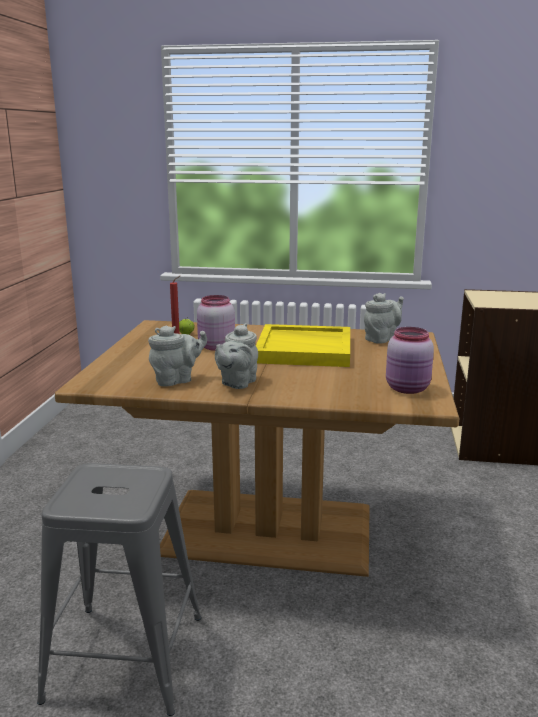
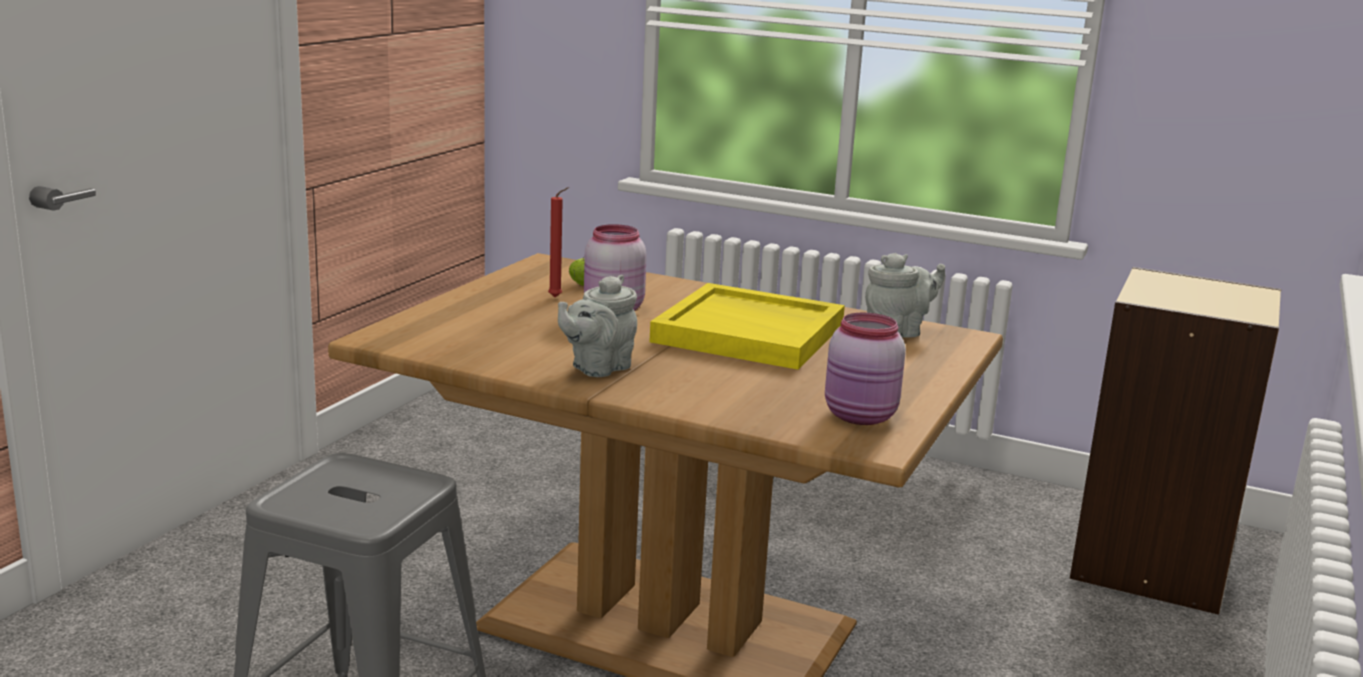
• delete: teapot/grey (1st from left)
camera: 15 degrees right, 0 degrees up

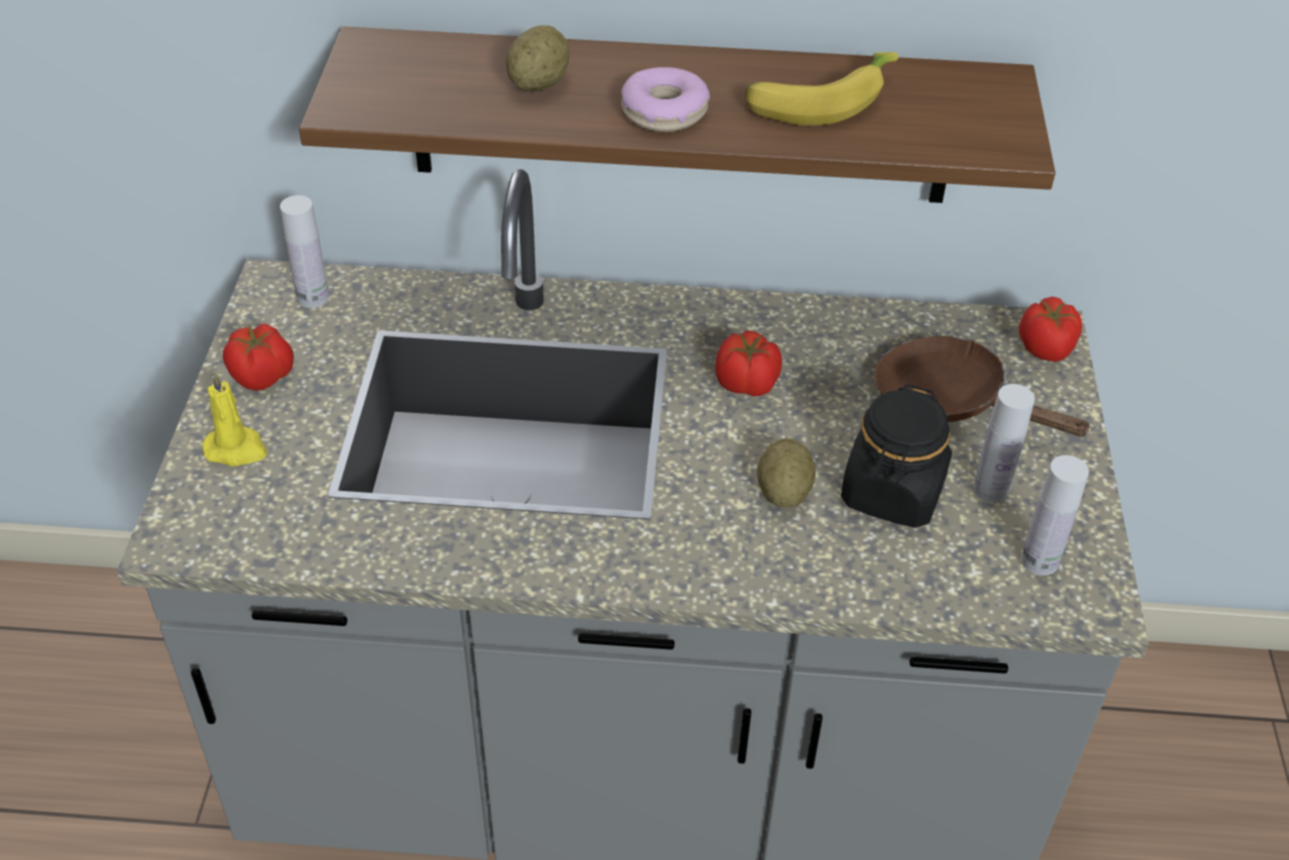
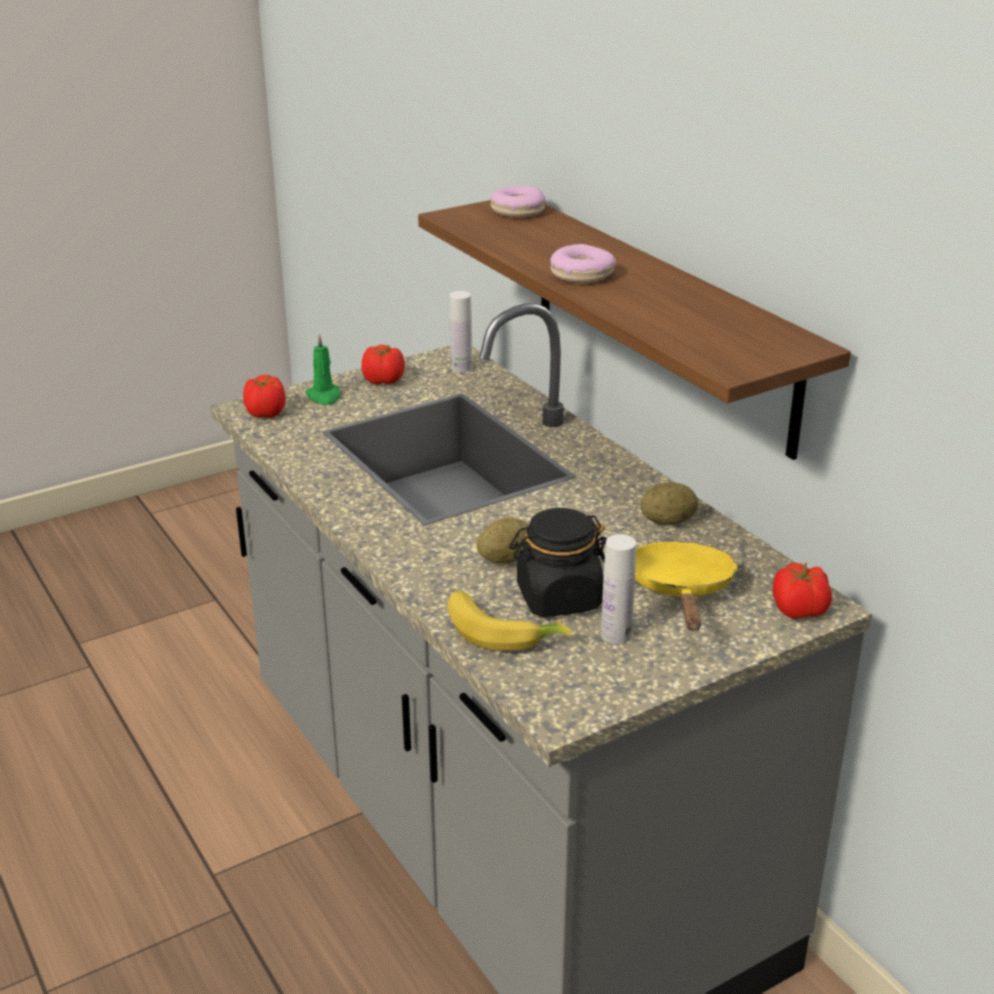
• move: tomato (2nd from left in the first image) to tomato (1st from left)
• recolor: candle/yellow to candle/green
• move: banana
• insert: donut (1st from left)
• recolor: frying pan/brown to frying pan/yellow
• move: potato (1st from left in the first image) to potato (2nd from left)
• delete: bottle/white (3rd from left)
camera: 55 degrees right, 15 degrees down

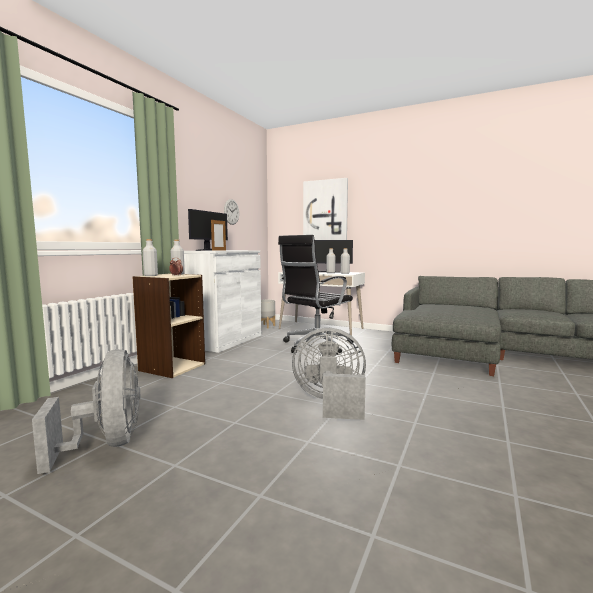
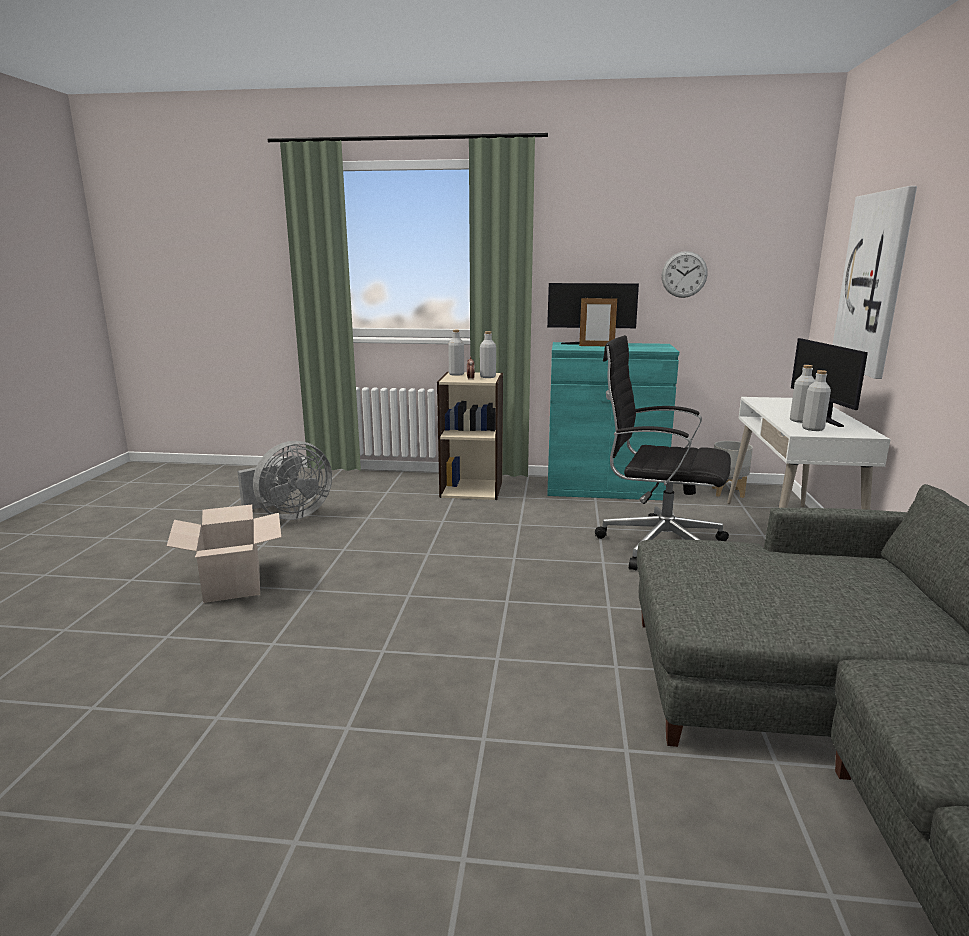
• insert: cardboard box
• recolor: cabinet/white to cabinet/turquoise
• delete: fan/grey (2nd from left)
camera: 70 degrees right, 10 degrees up

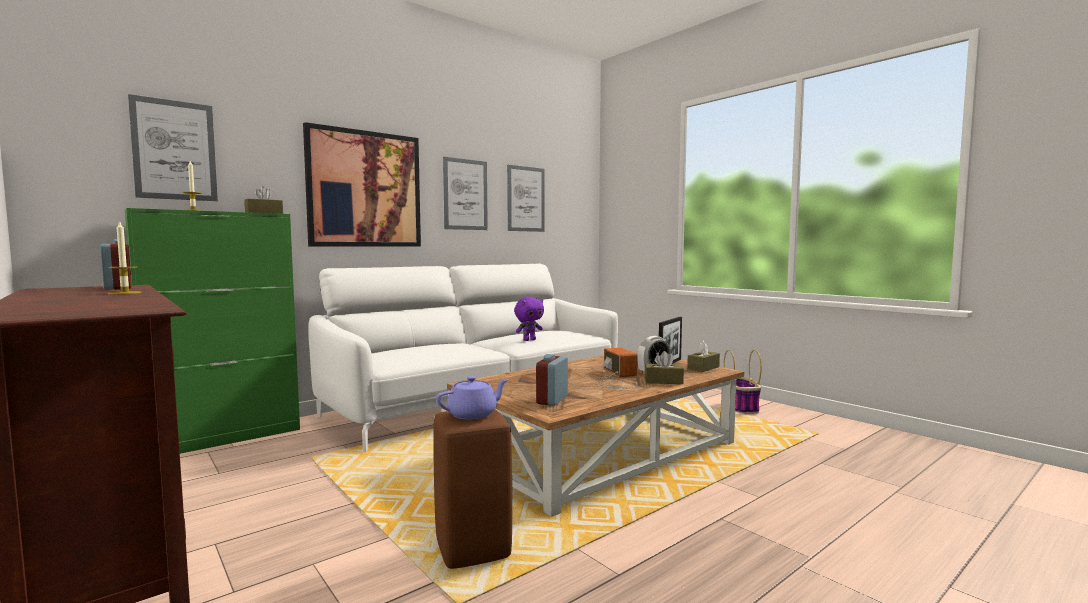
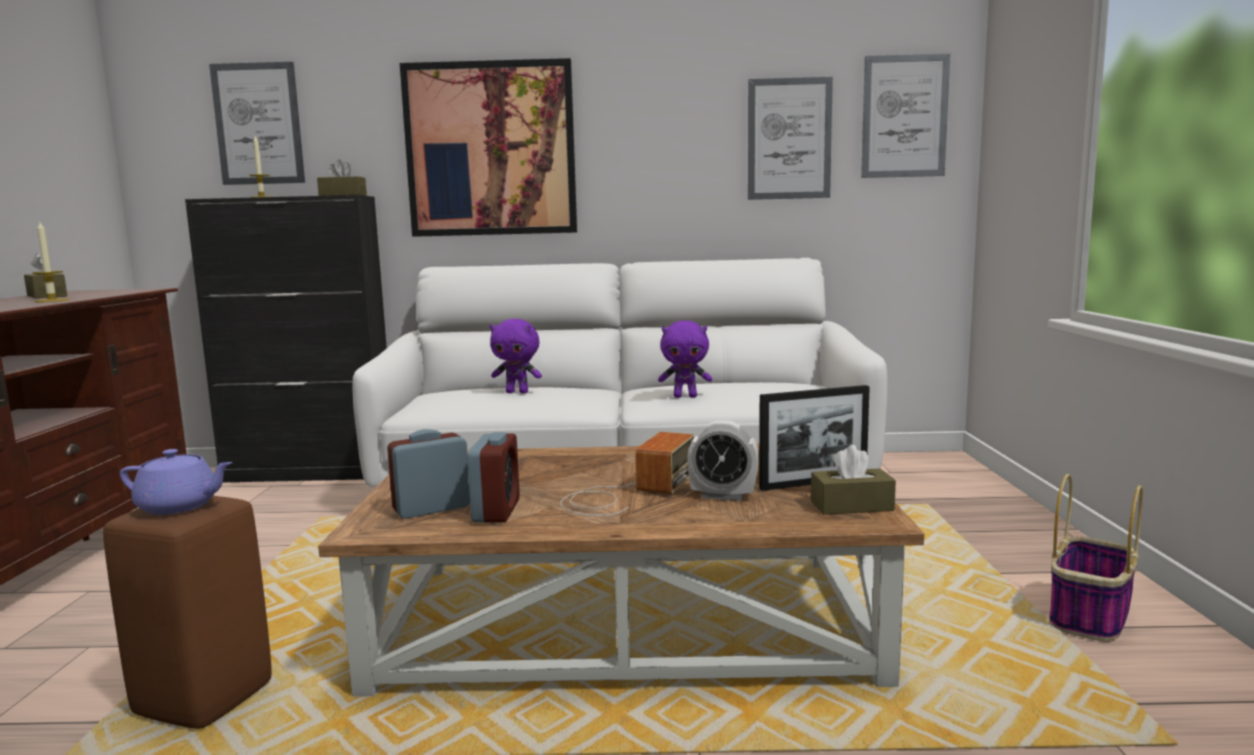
• move: tissue box/brown (2nd from left in the first image) to tissue box/brown (1st from left)
• recolor: cabinet/green to cabinet/black
• move: alarm clock (1st from left in the first image) to alarm clock (2nd from left)
• insert: plush toy/purple (1st from left)
• move: picture (3rd from left in the first image) to picture (4th from left)
camera: 40 degrees right, 5 degrees up

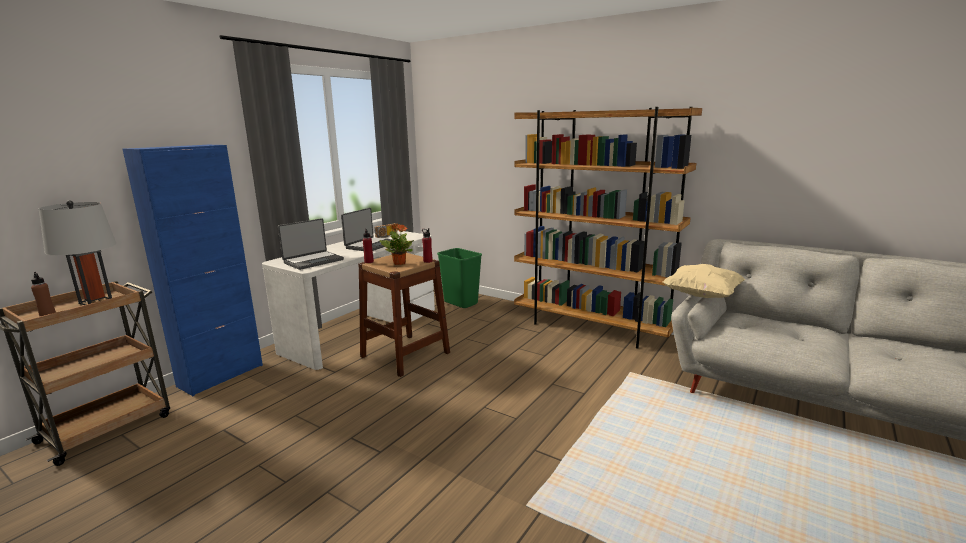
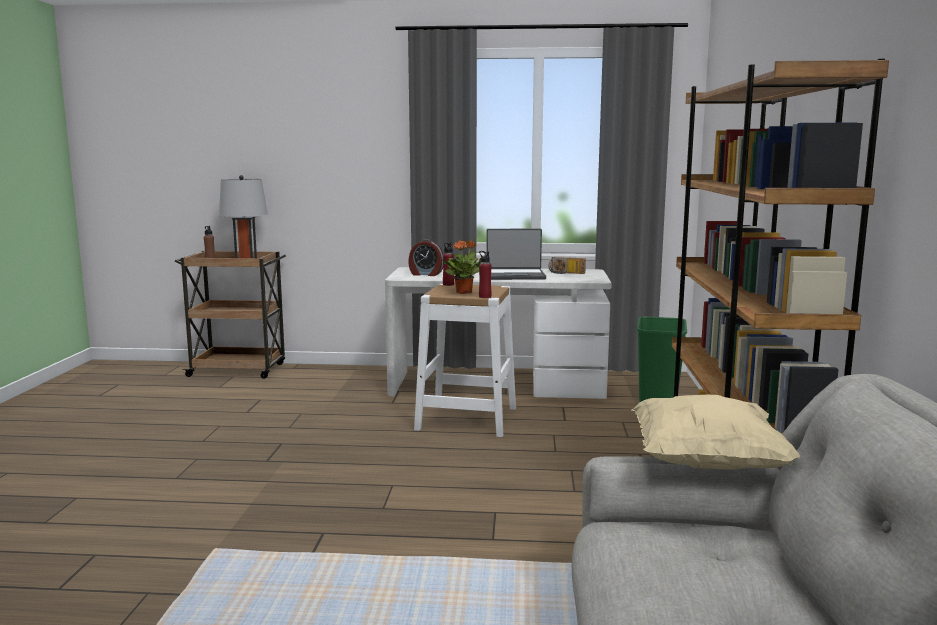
• replace: laptop (1st from left) to alarm clock
• recolor: stool/brown to stool/white
• delete: cabinet/blue
camera: 60 degrees right, 5 degrees down

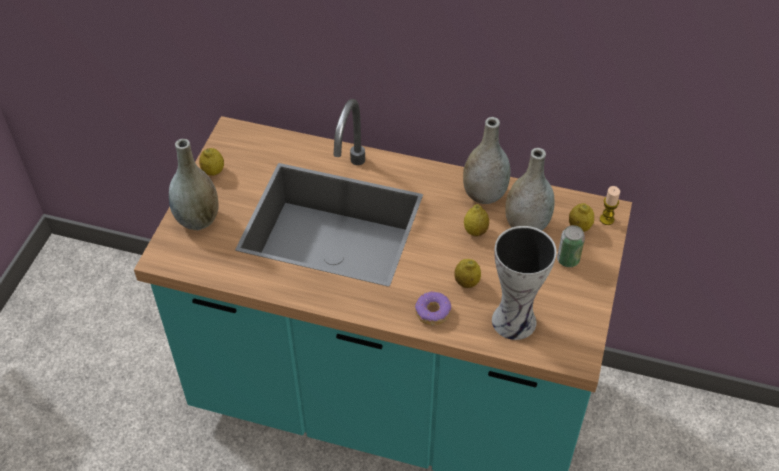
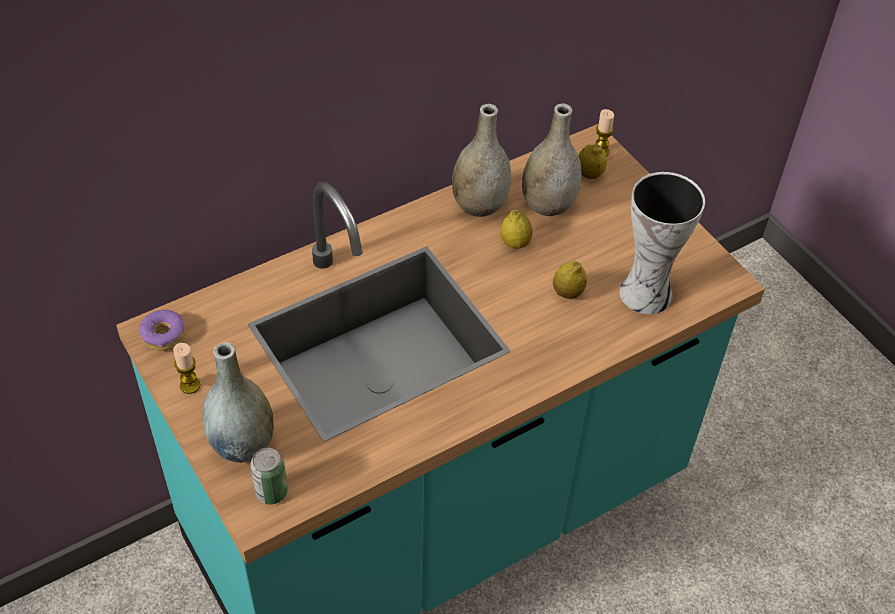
• move: donut
• replace: lemon (1st from left) to candle (1st from left)
• move: can
camera: 50 degrees left, 0 degrees up

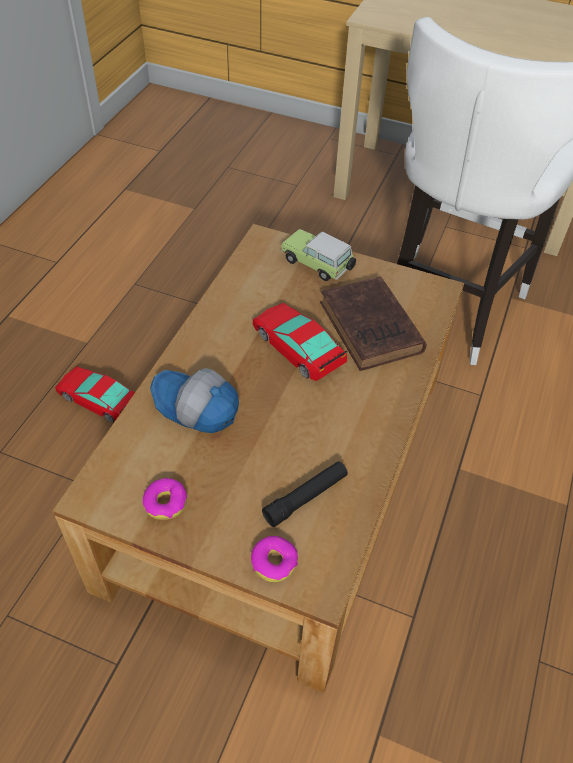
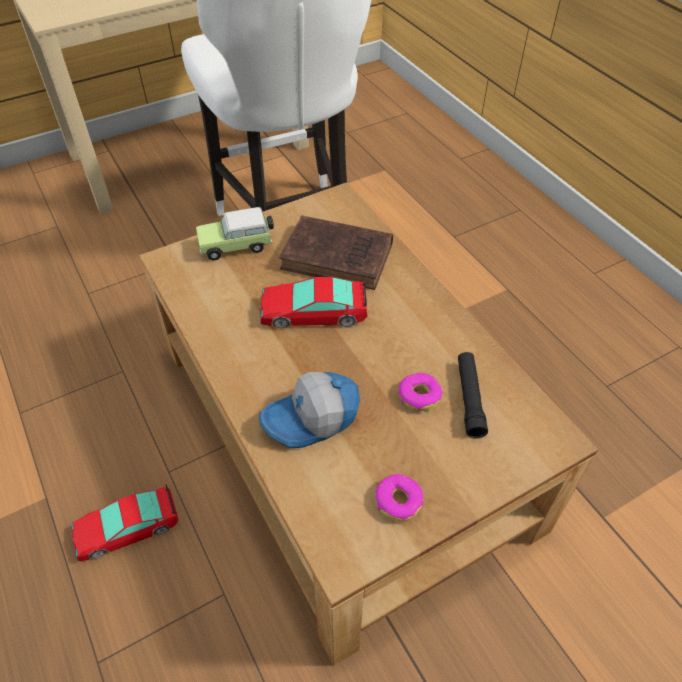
• move: donut (2nd from left)
camera: 50 degrees left, 0 degrees up

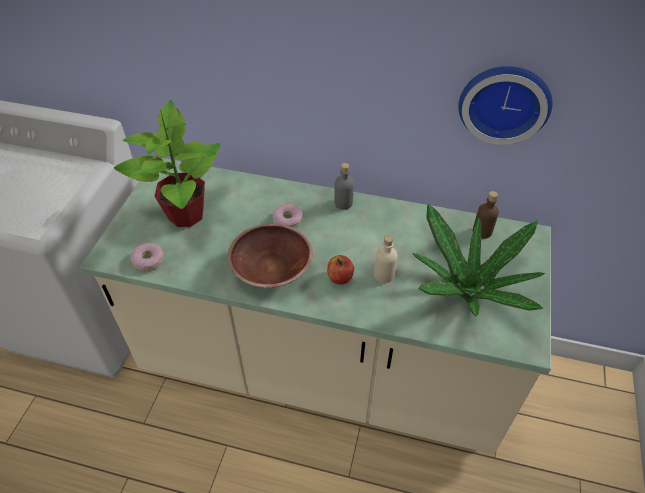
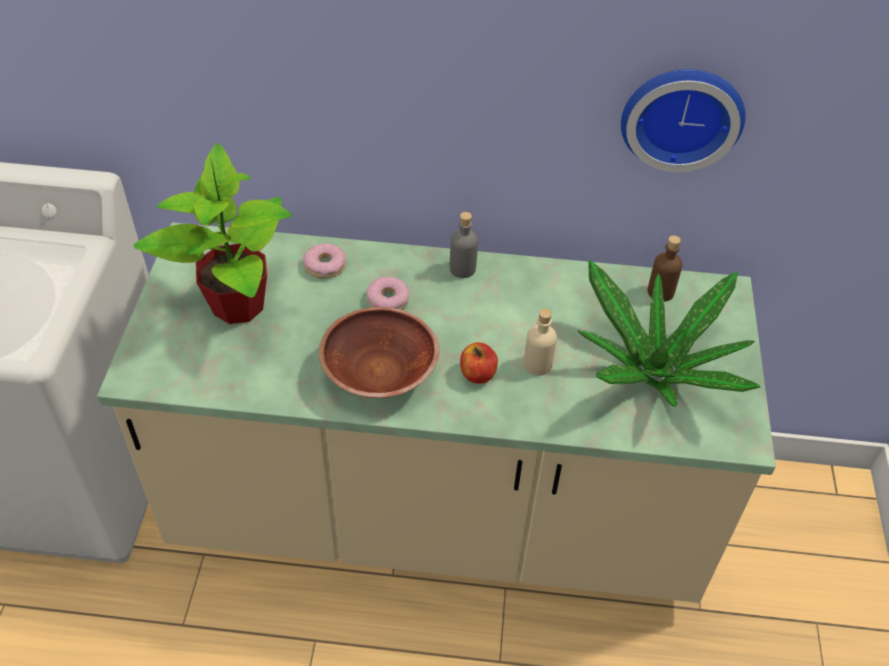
• move: donut (1st from left)
camera: 10 degrees left, 0 degrees up

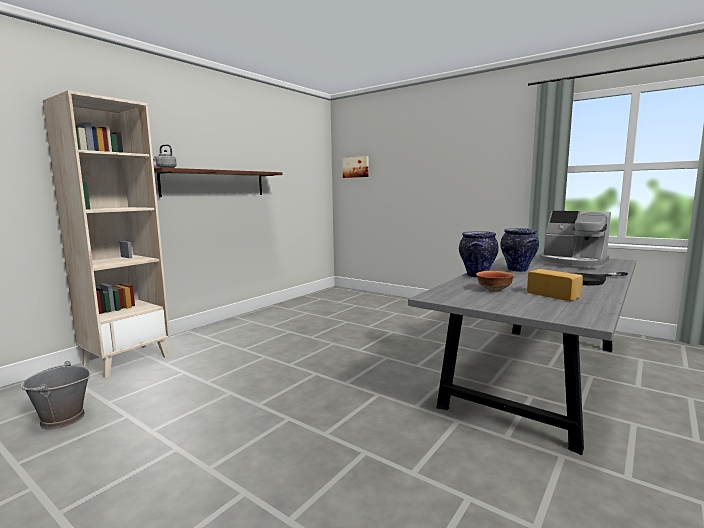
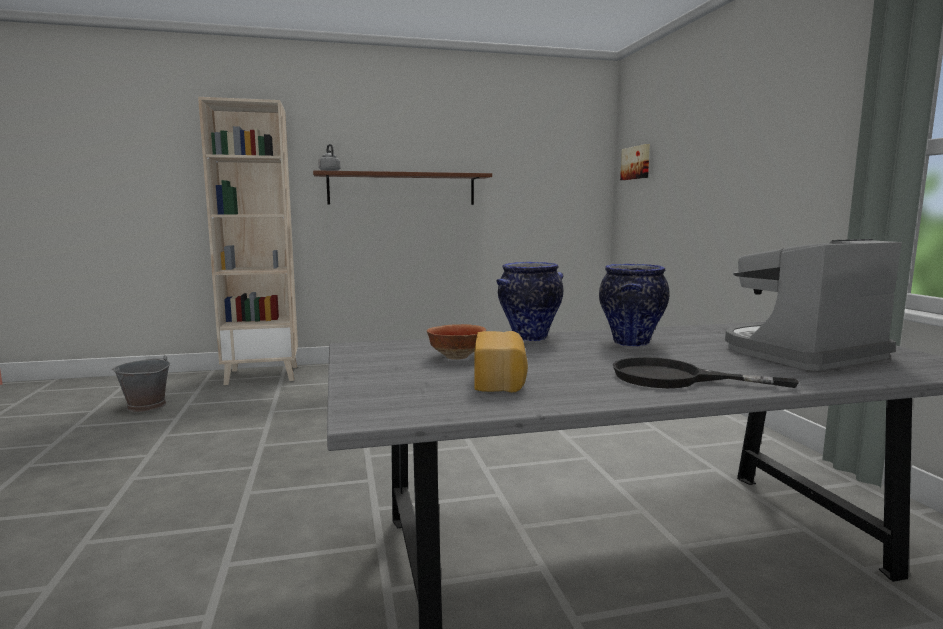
• rotate: coffee machine 75 degrees clockwise
camera: 40 degrees right, 0 degrees up

